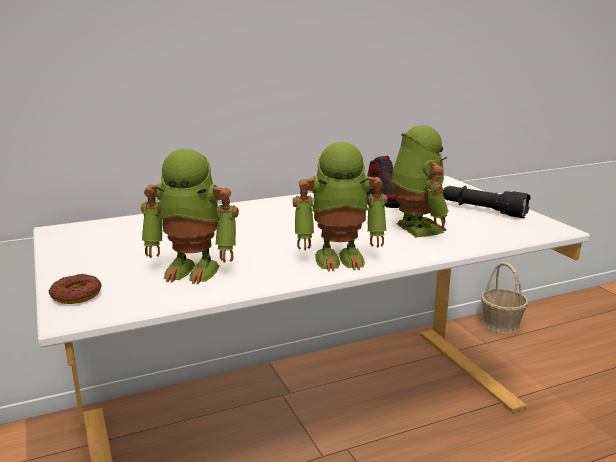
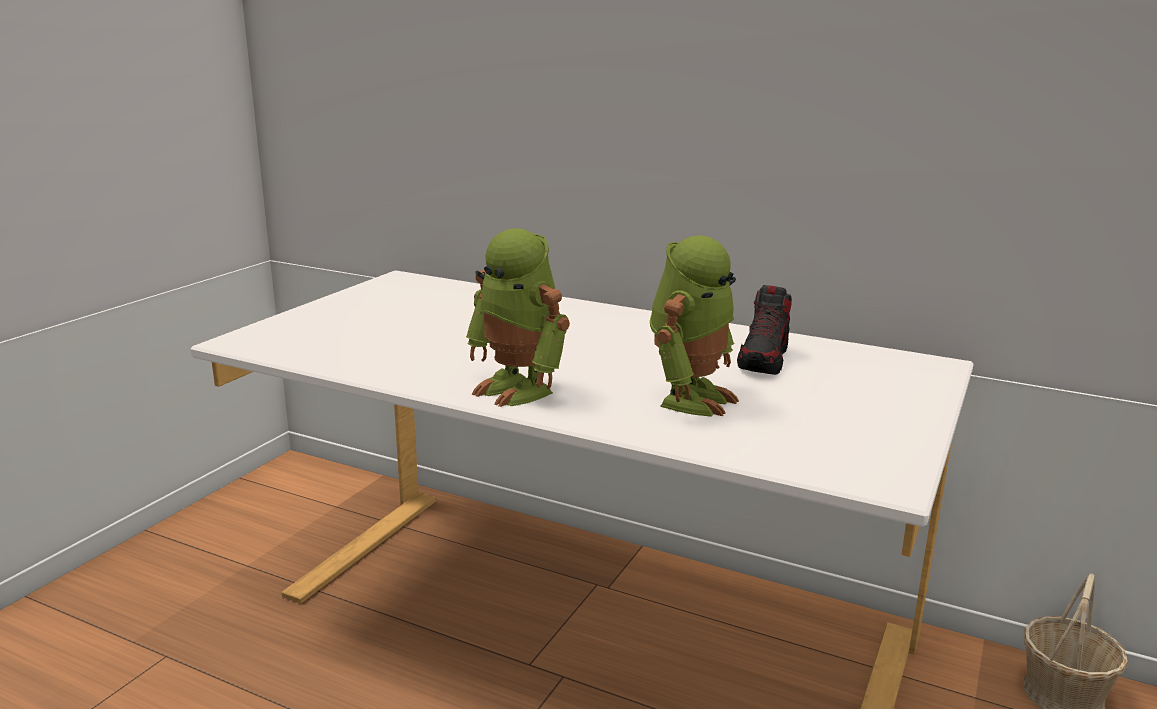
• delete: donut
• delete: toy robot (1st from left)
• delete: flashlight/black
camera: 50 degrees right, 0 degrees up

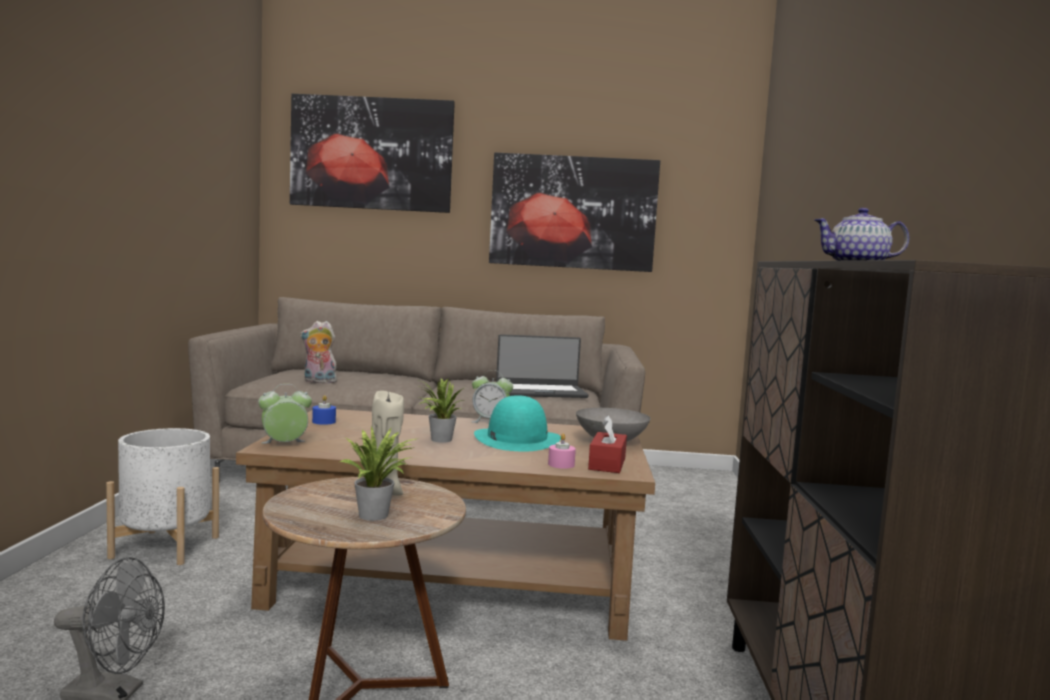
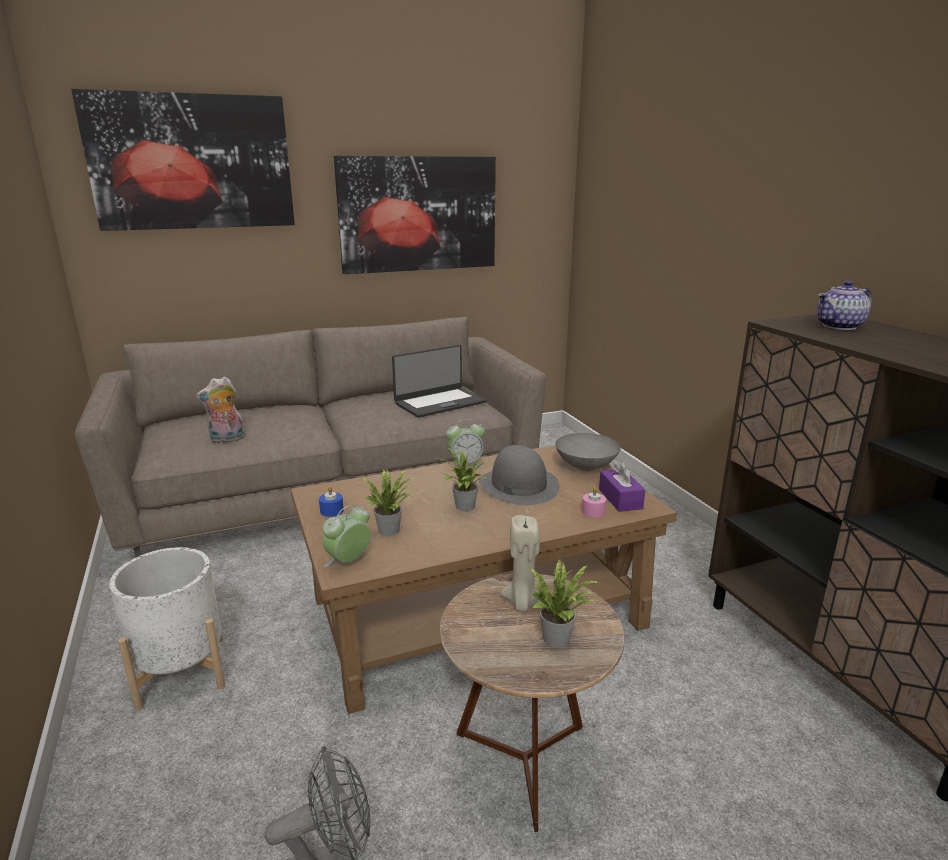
• insert: potted plant (1st from left)
• recolor: hat/turquoise to hat/grey
• recolor: tissue box/red to tissue box/purple
camera: 25 degrees left, 15 degrees up

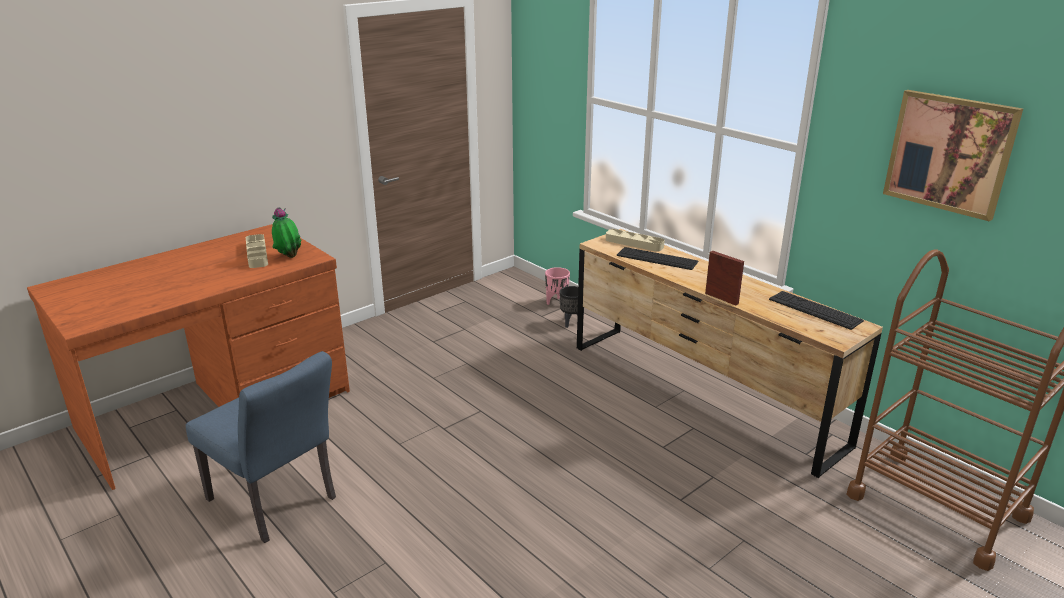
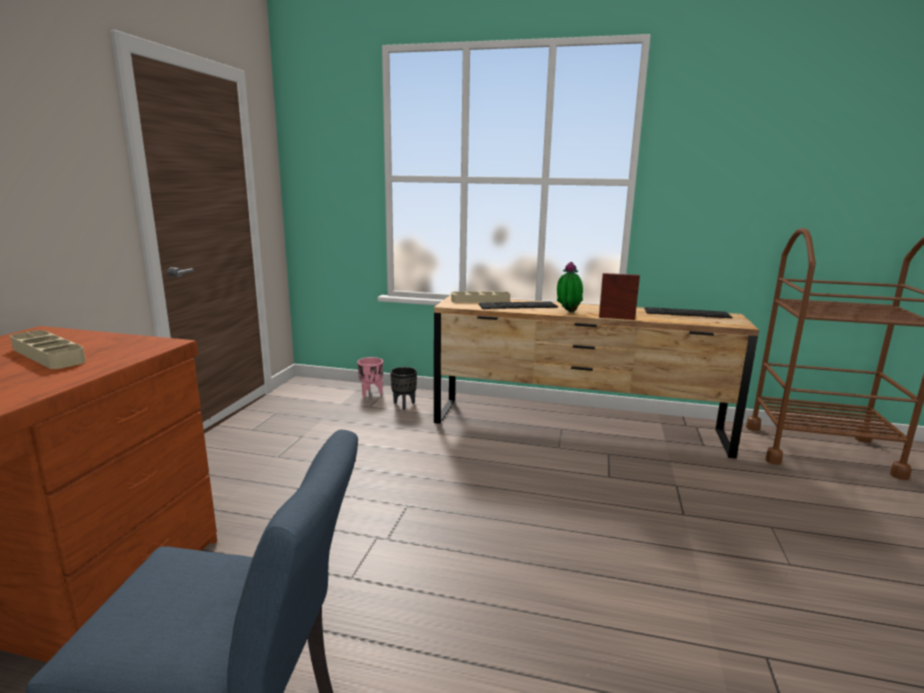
• move: potted plant
• delete: picture
camera: 35 degrees left, 10 degrees down

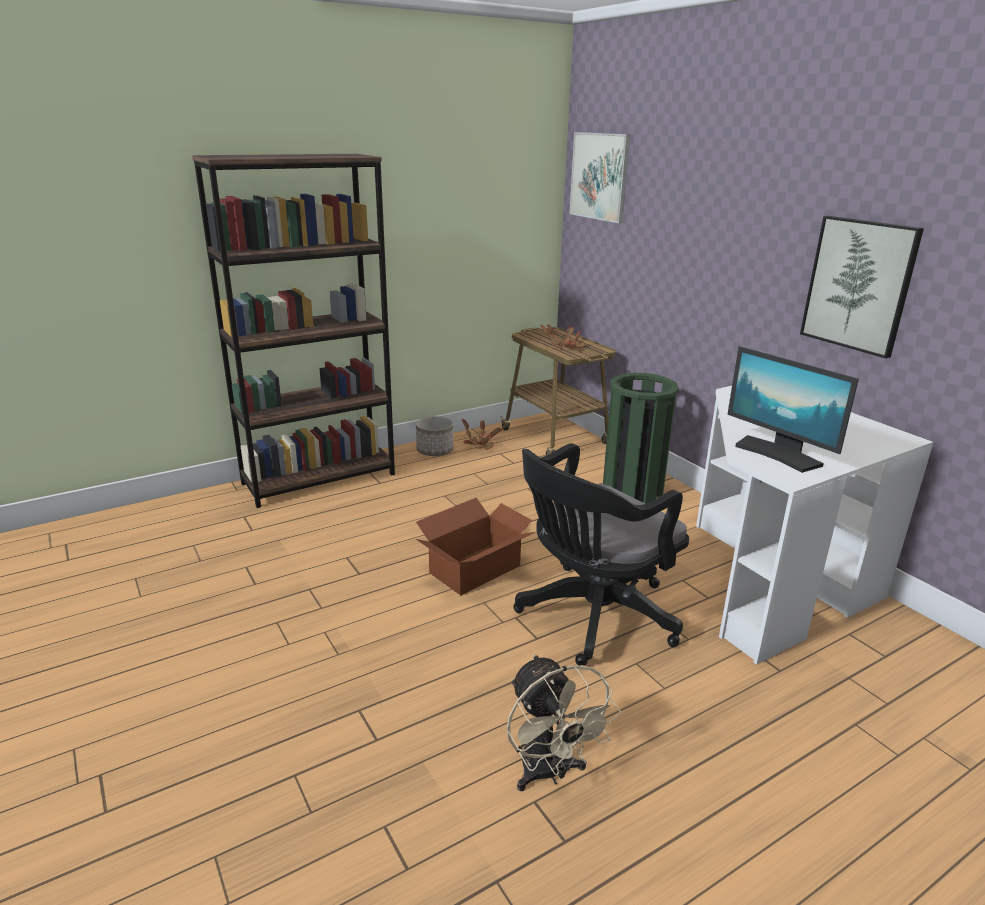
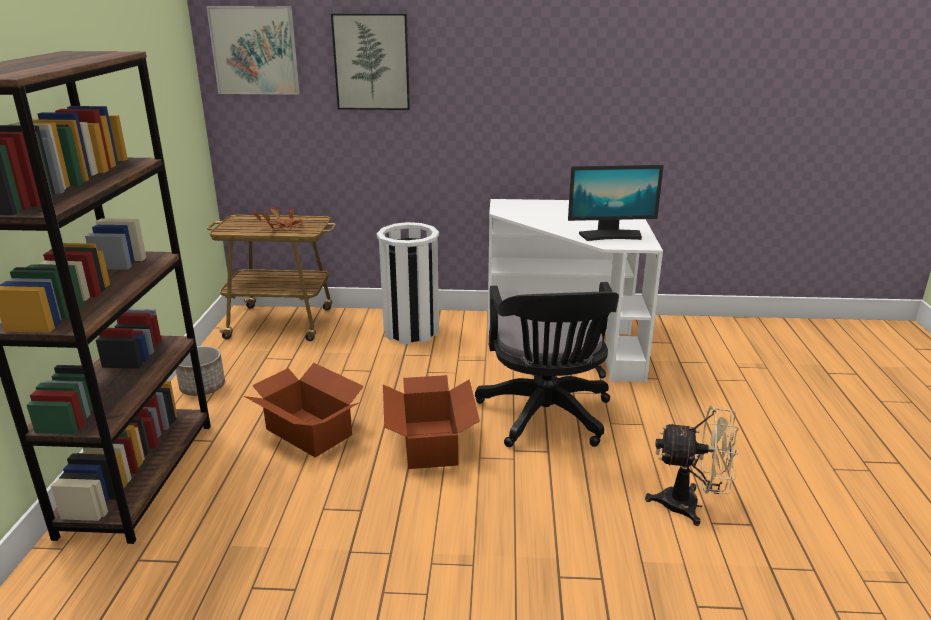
• insert: cardboard box (1st from left)
• move: picture (2nd from left)
• recolor: trash can/green to trash can/white
• delete: potted plant (1st from left)
camera: 55 degrees left, 0 degrees up

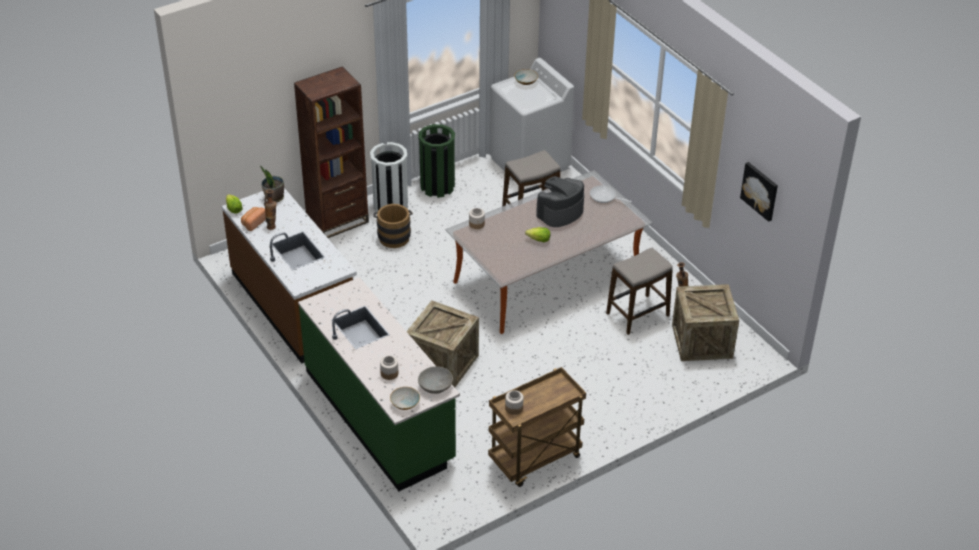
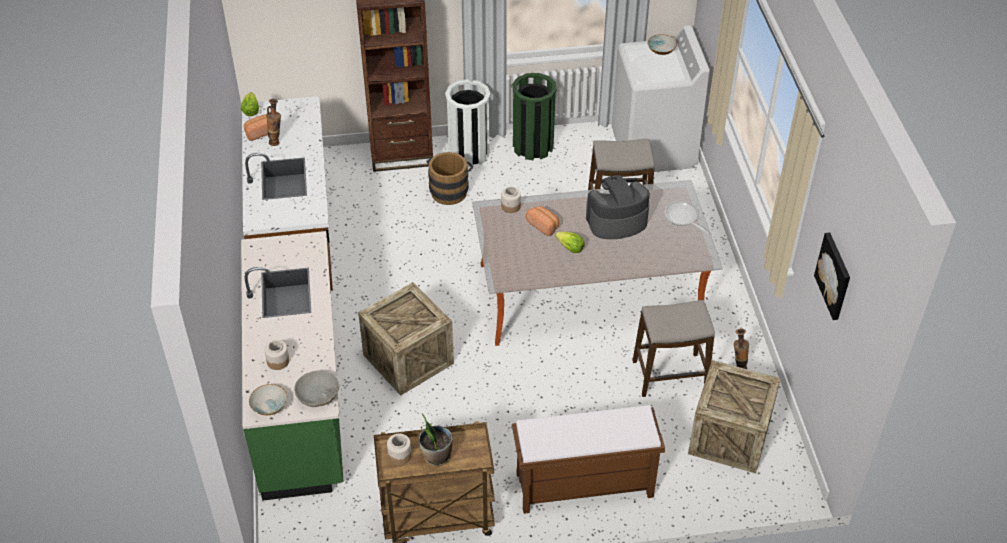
• move: potted plant
• insert: bench/brown
• insert: bread (2nd from left)
camera: 25 degrees right, 5 degrees up

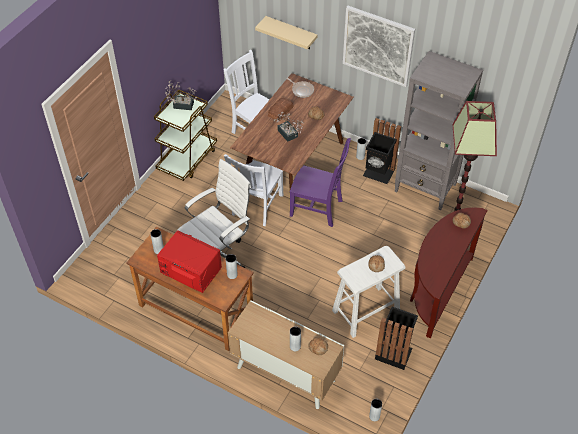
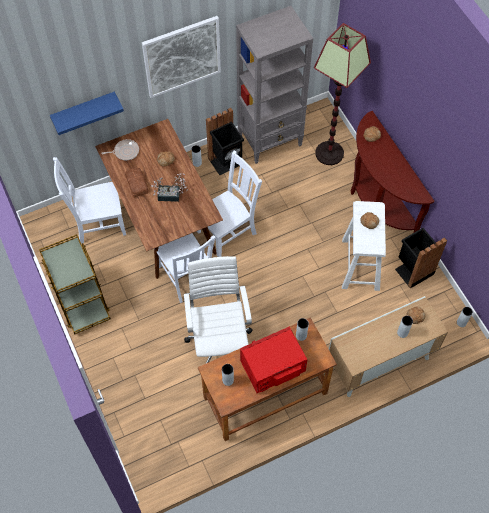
• recolor: shelf/beige to shelf/blue
• recolor: chair/purple to chair/white (3rd from left)
• delete: potted plant (1st from left)
camera: 55 degrees left, 10 degrees up

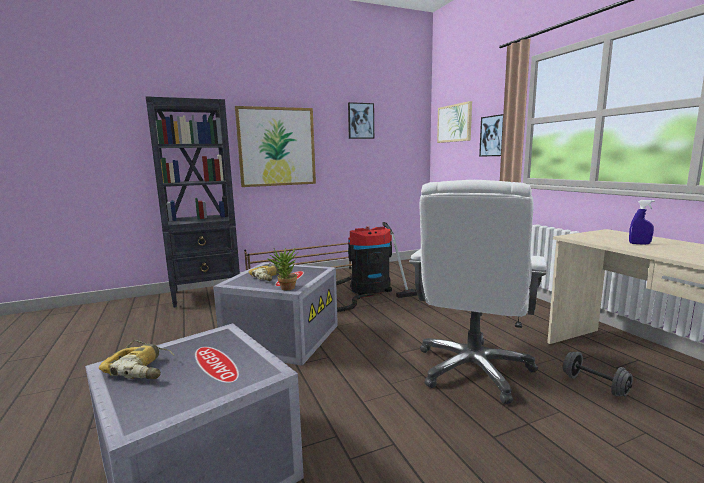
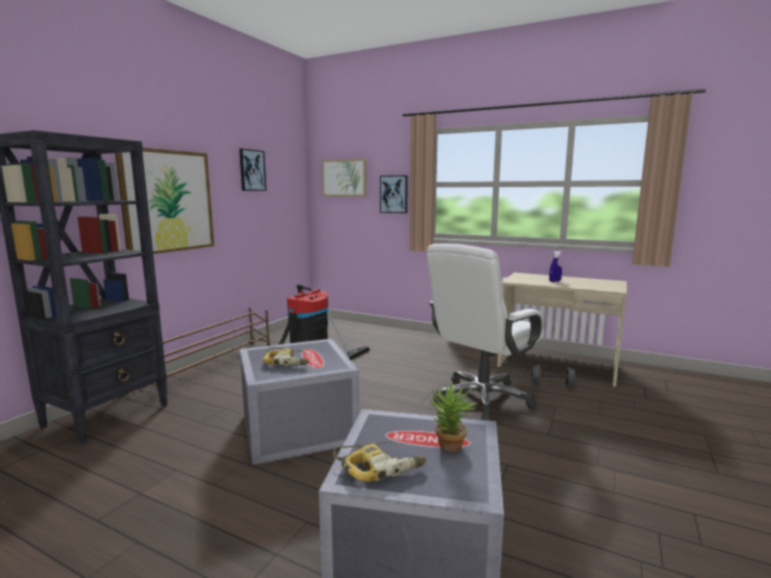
• rotate: office chair/white 60 degrees clockwise
• move: potted plant
camera: 40 degrees left, 0 degrees up

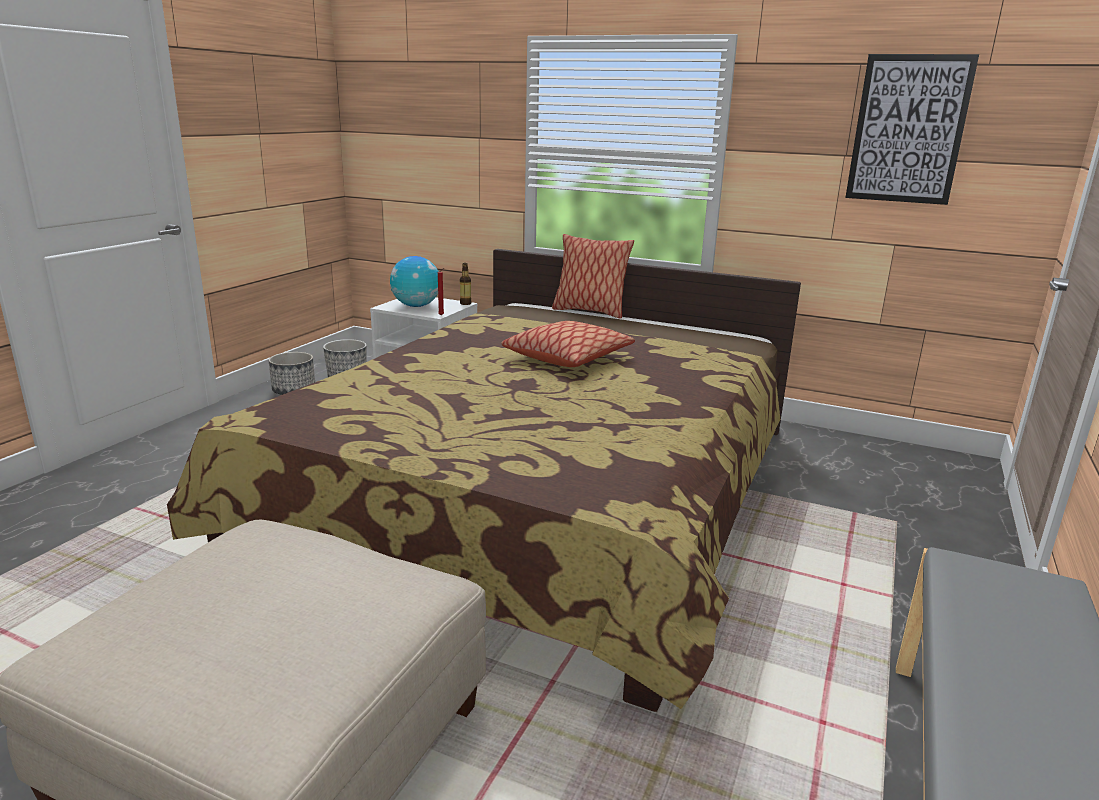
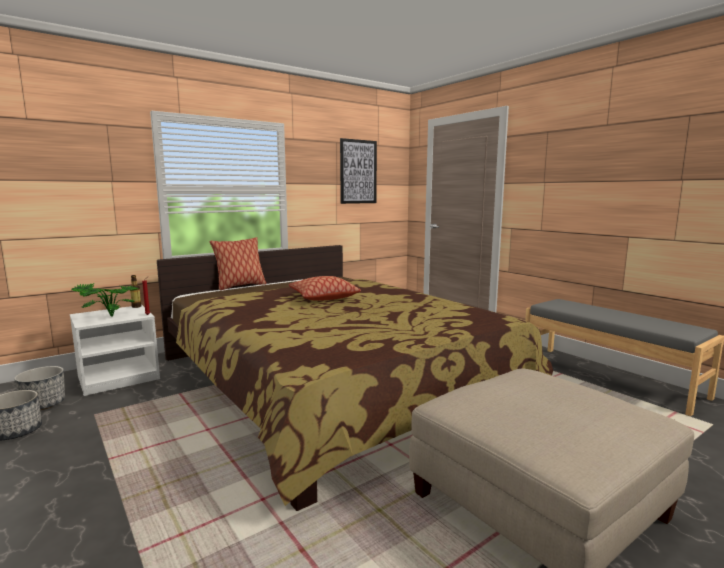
• replace: globe to potted plant
camera: 60 degrees left, 10 degrees down

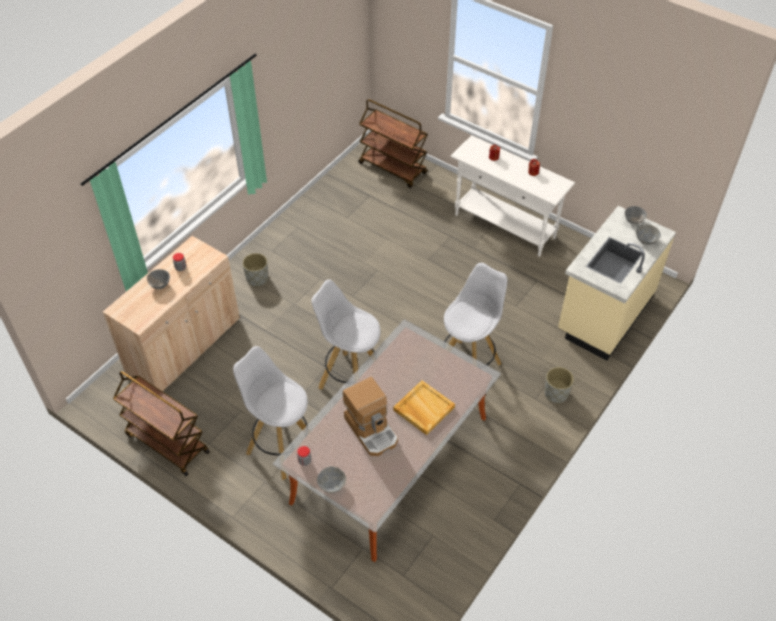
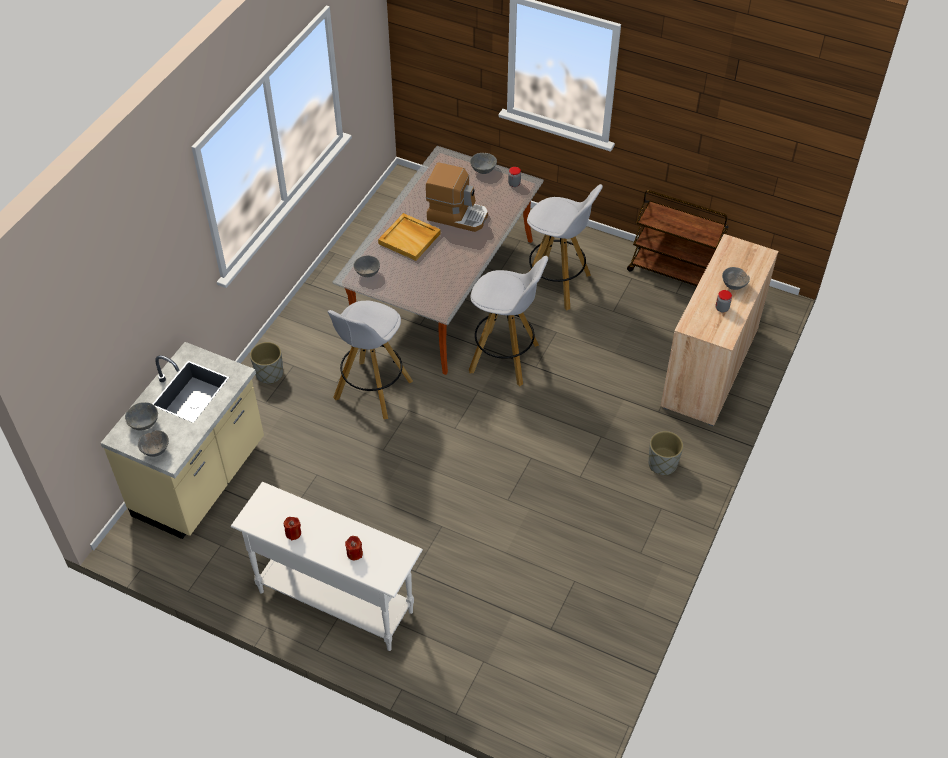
• insert: bowl/grey (3rd from left)
• rotate: coffee machine 150 degrees clockwise
• delete: cart/brown (2nd from left)
camera: 170 degrees right, 0 degrees up

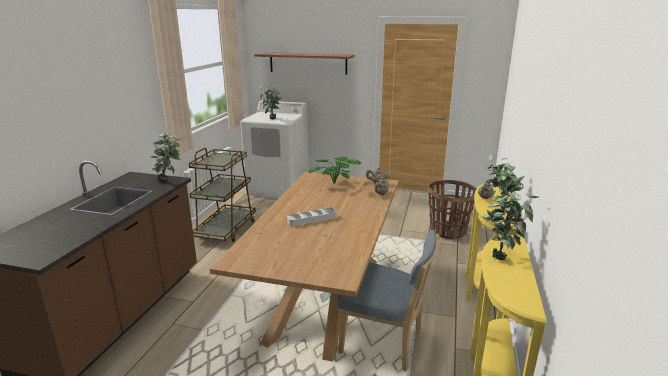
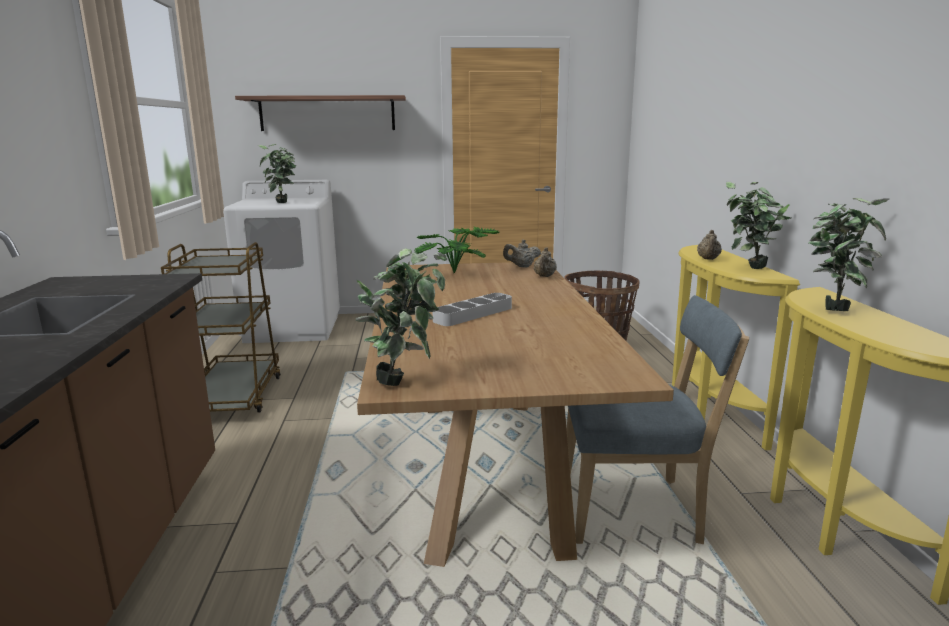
• move: potted plant (1st from left in the first image) to potted plant (2nd from left)
camera: 20 degrees left, 5 degrees down

